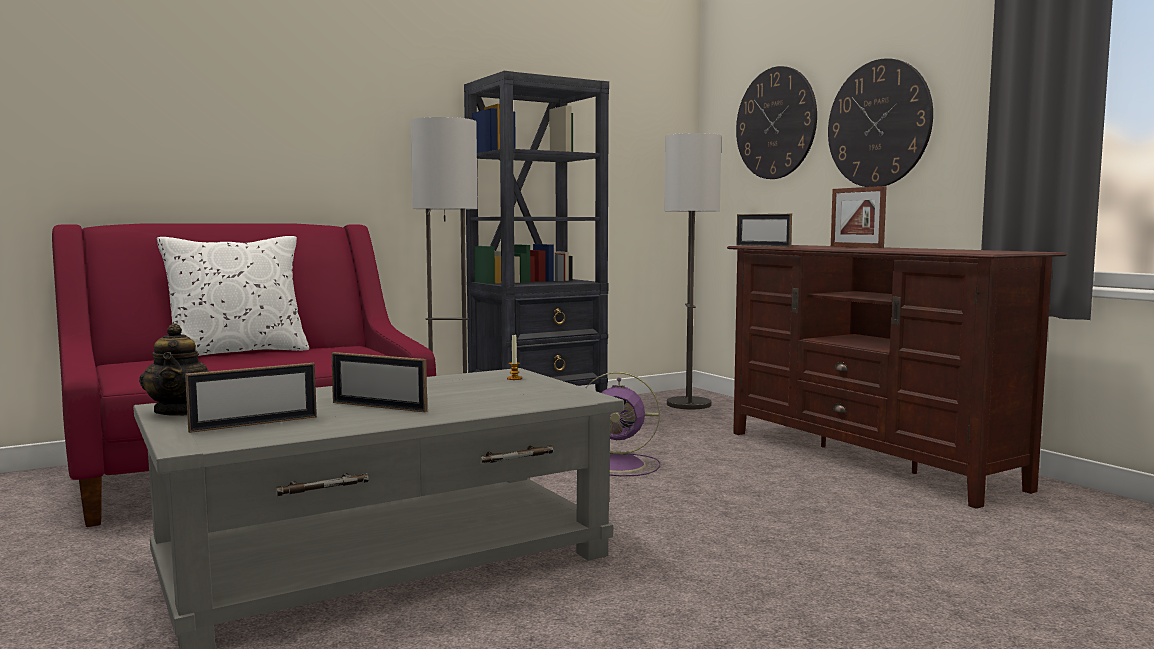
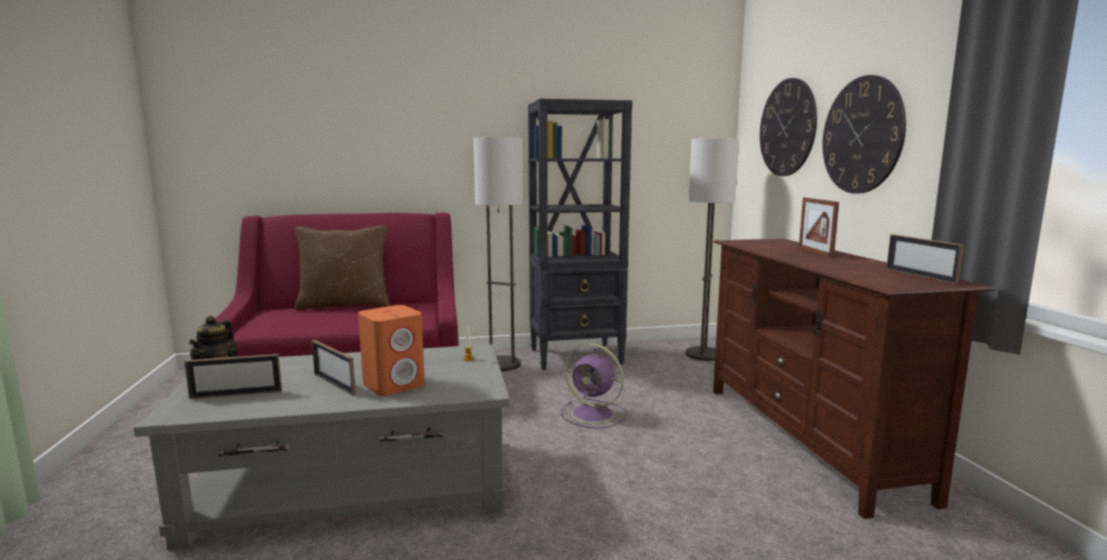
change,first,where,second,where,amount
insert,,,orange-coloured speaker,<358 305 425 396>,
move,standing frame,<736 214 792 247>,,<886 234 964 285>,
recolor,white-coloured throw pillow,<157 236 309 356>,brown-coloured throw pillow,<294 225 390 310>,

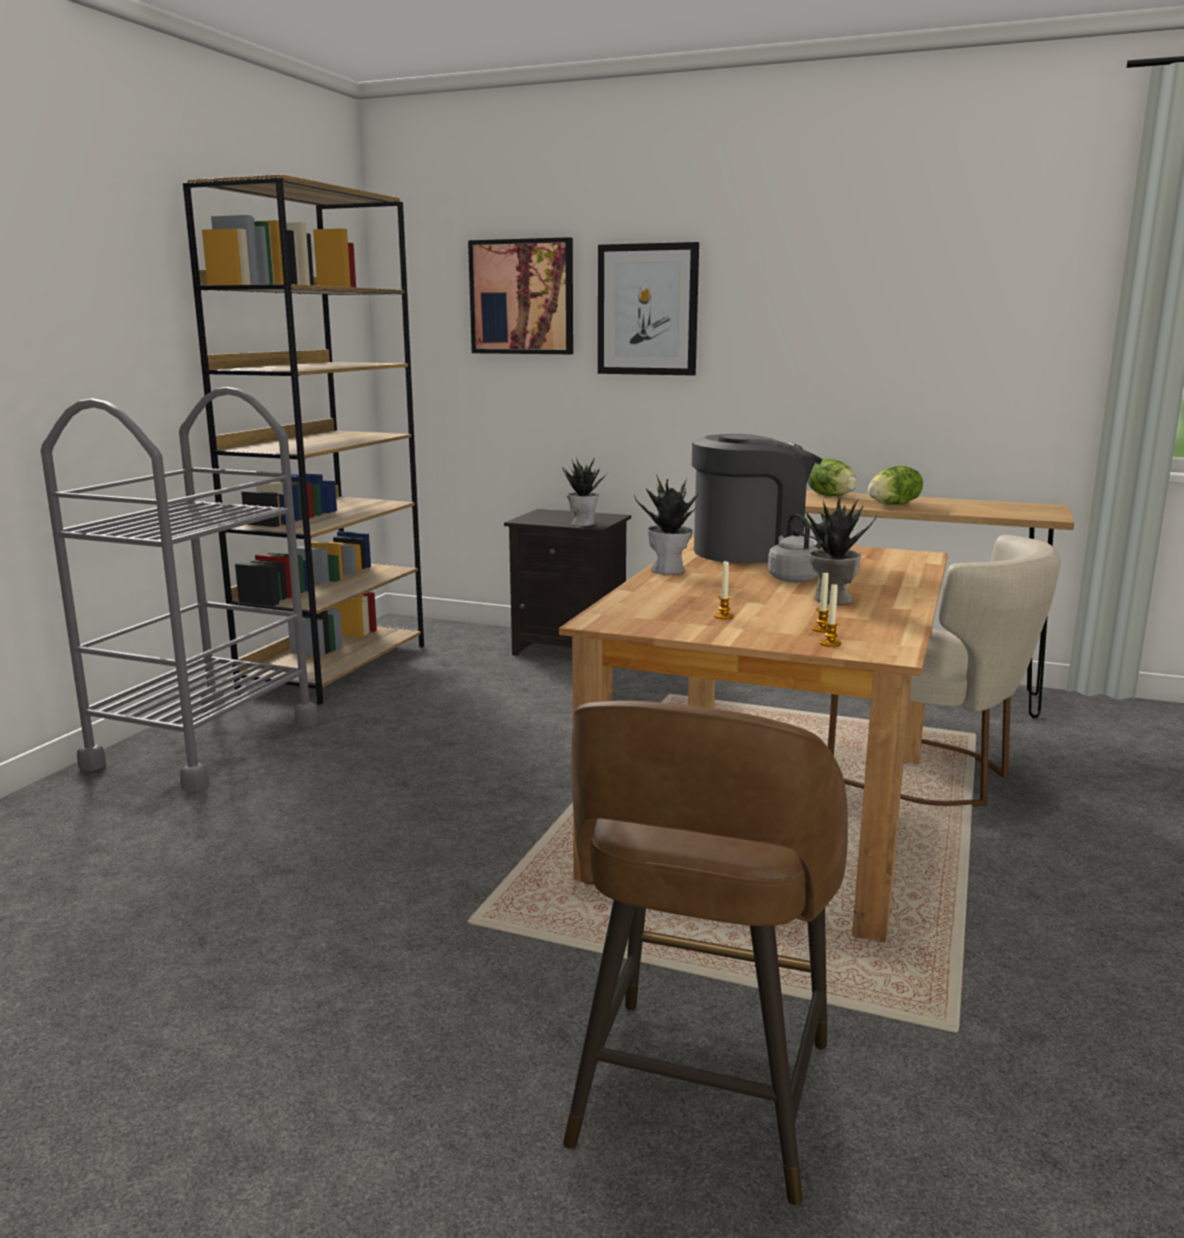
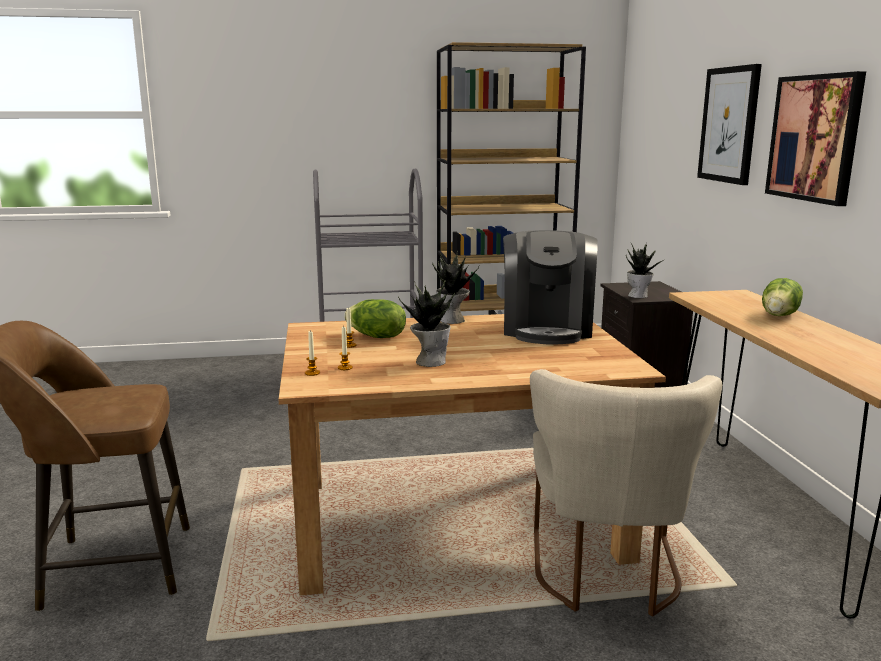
change,first,where,second,where,amount
delete,greyish water kettle,<768 514 819 582>,,,
move,picture,<468 237 573 354>,,<765 71 866 206>,
move,head of lettuce,<868 466 923 505>,,<344 299 406 338>,
rotate,coffee machine,<692 434 822 563>,,<503 230 598 344>,45 degrees clockwise

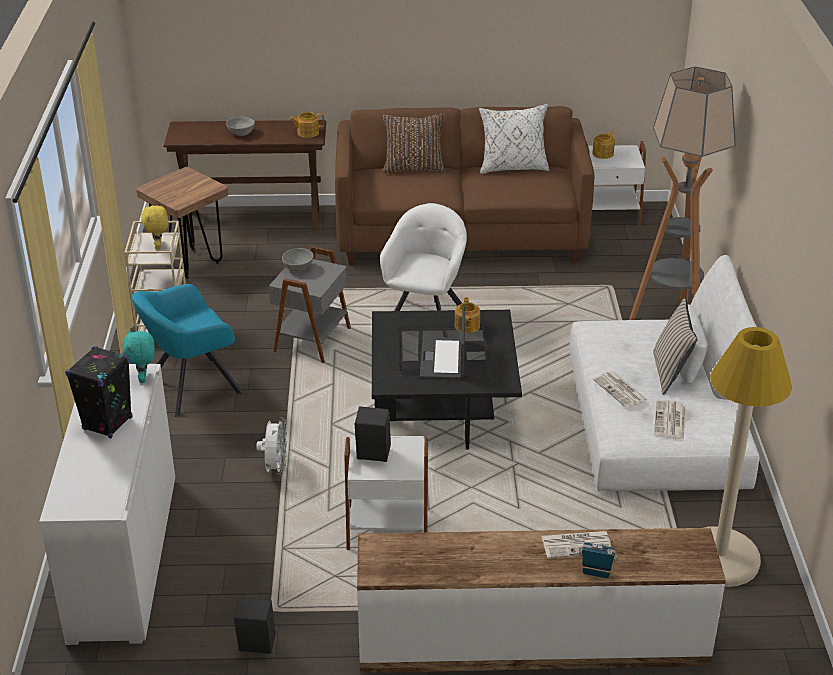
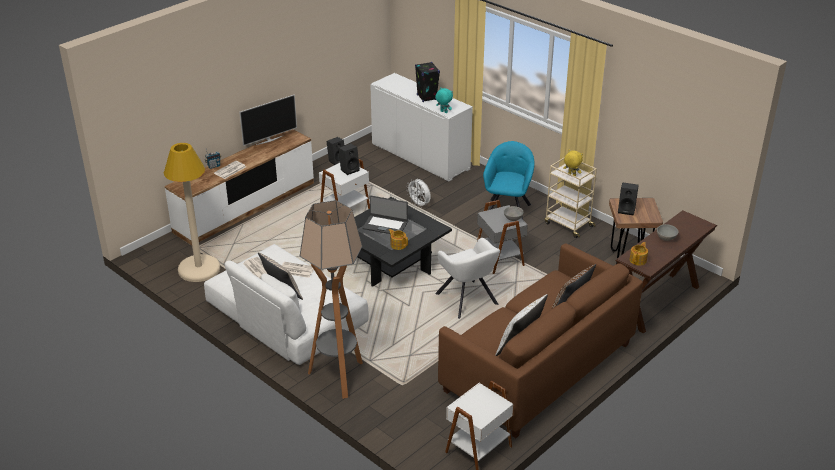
change,first,where,second,where,amount
delete,tea pot,<592 131 615 159>,,,
insert,,,television,<239 94 297 146>,
insert,,,black speaker,<618 182 639 215>,
rotate,laptop,<420 305 465 379>,,<362 195 408 234>,150 degrees clockwise

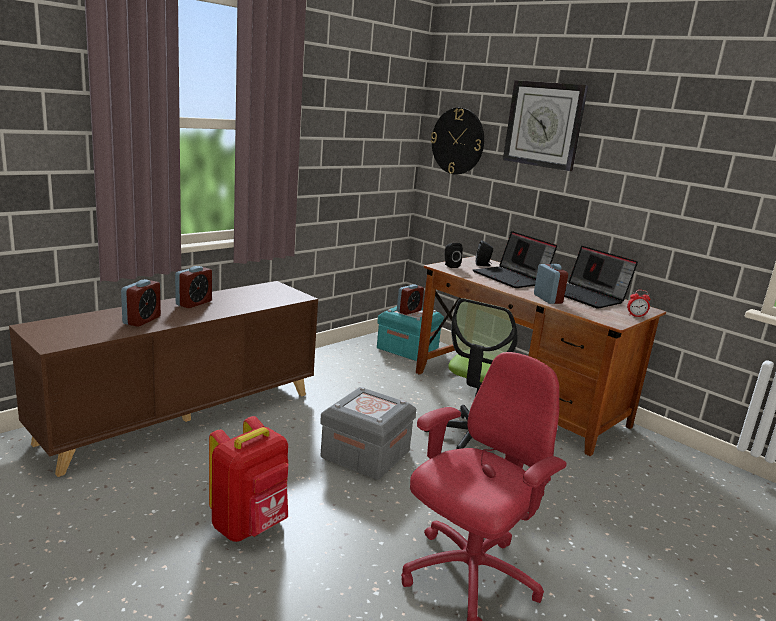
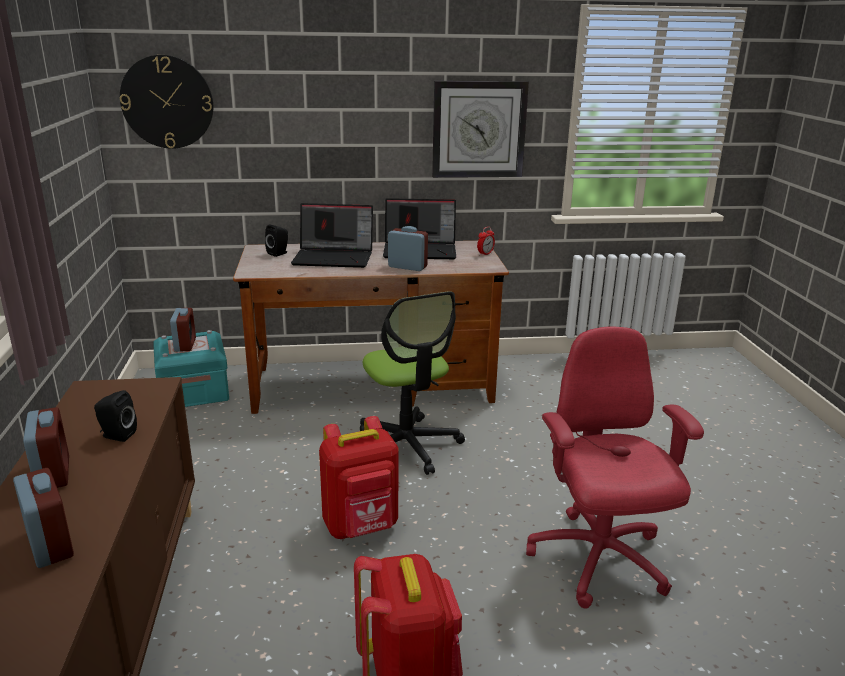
change,first,where,second,where,amount
move,black speaker,<445 243 463 268>,,<94 390 137 442>,
move,wall clock,<503 80 588 171>,,<432 81 529 178>,
replace,greyish storage container,<320 387 416 480>,red knapsack,<319 416 398 539>,

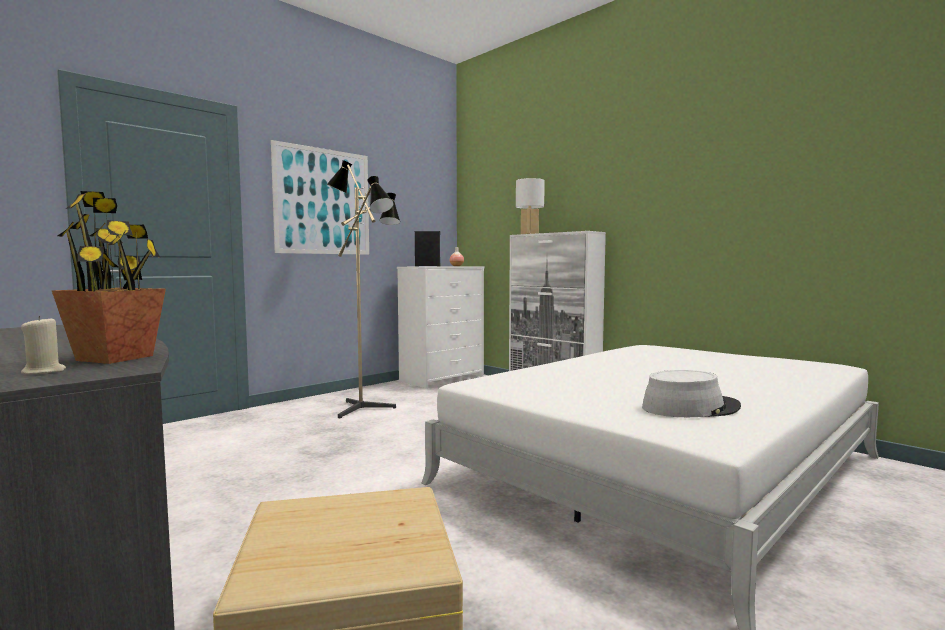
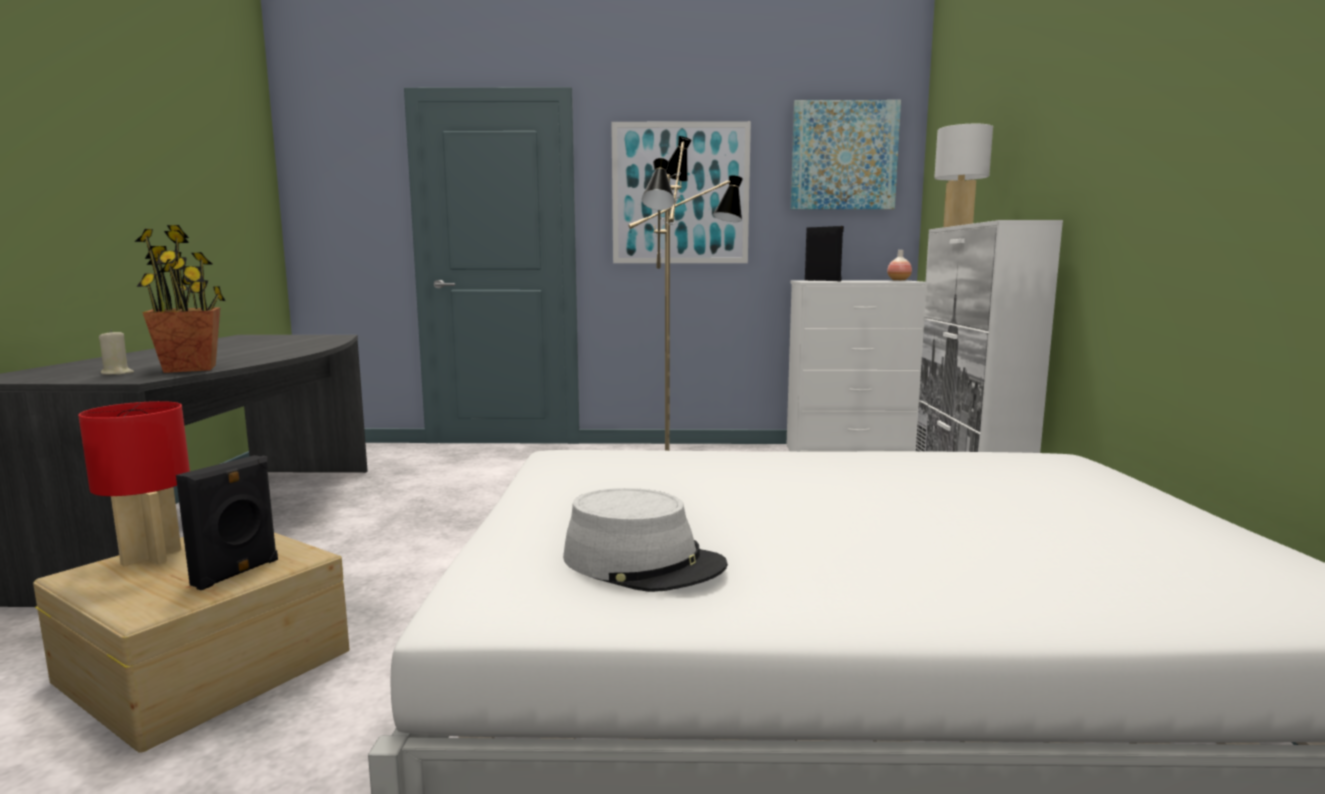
change,first,where,second,where,amount
insert,,,red lamp for a table,<78 401 190 566>,
insert,,,black speaker,<176 455 278 590>,
insert,,,picture,<791 100 901 210>,

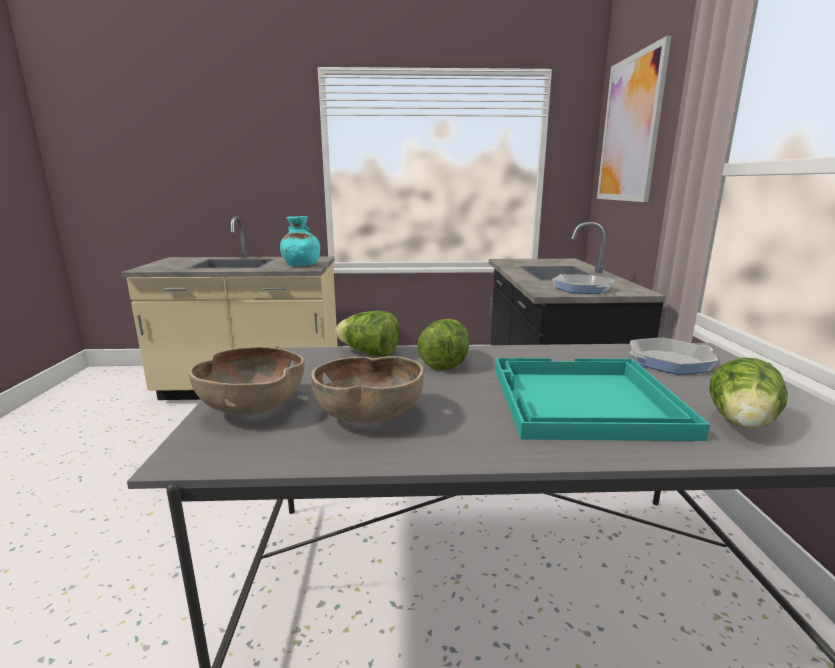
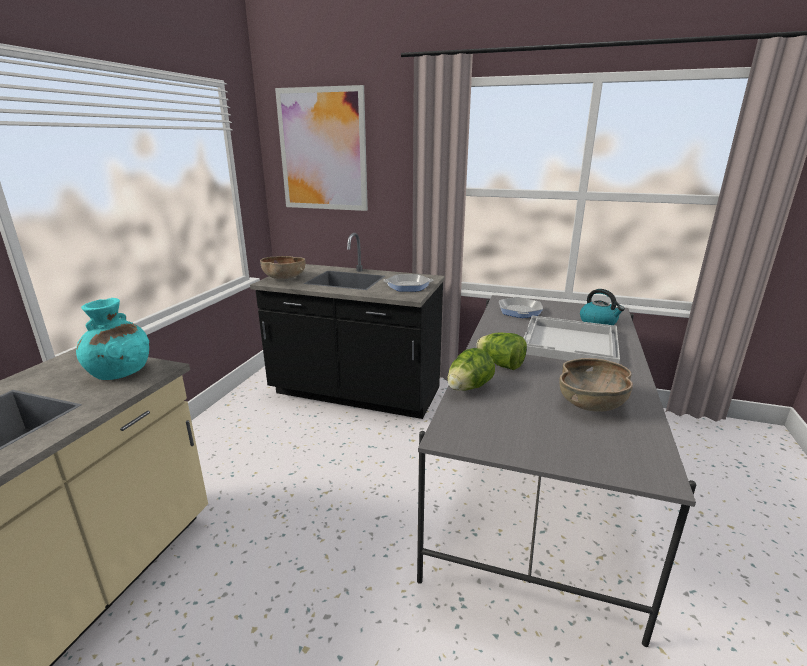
change,first,where,second,where,amount
move,brown-coloured bowl,<189 346 305 415>,,<260 256 306 279>,
replace,head of lettuce,<709 358 788 429>,water kettle,<580 289 625 325>,
recolor,turquoise tray,<495 358 710 441>,white-coloured tray,<524 316 620 364>,

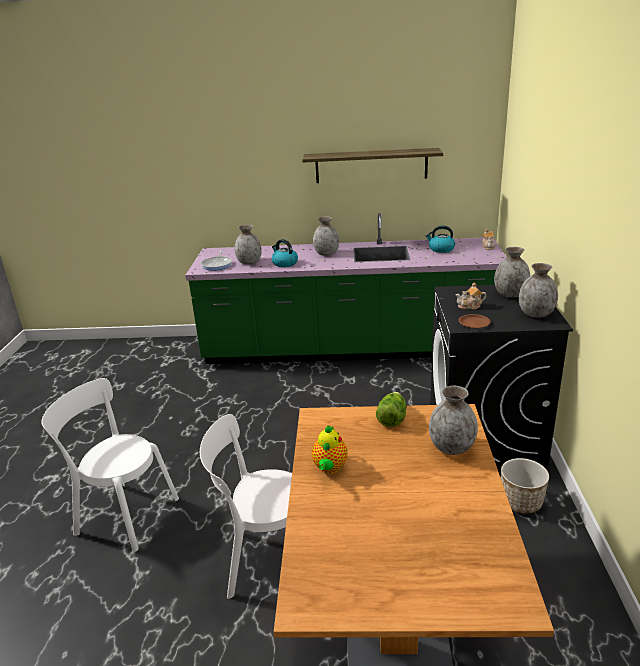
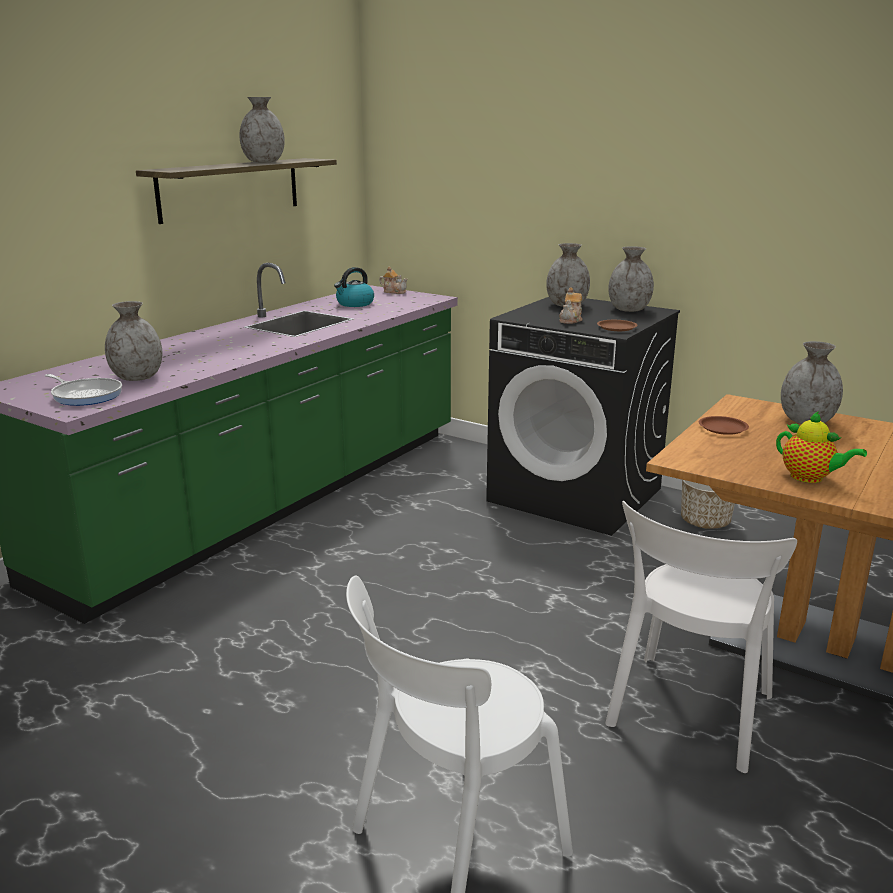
change,first,where,second,where,amount
delete,water kettle,<272 239 298 267>,,,
move,greyish flower vase,<313 217 339 256>,,<239 97 285 163>,
replace,head of lettuce,<376 392 406 427>,brown-coloured flat dish,<699 416 749 435>,

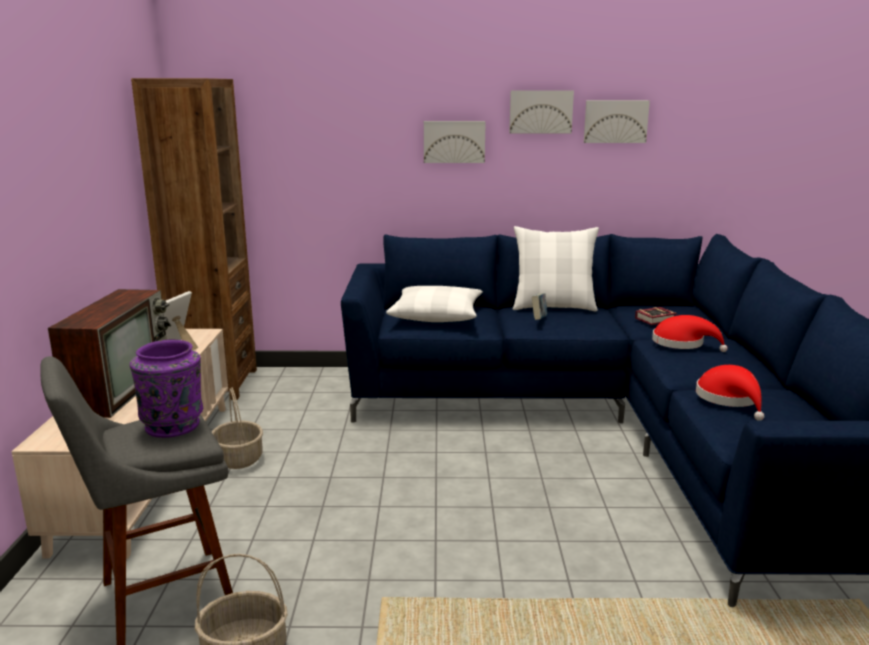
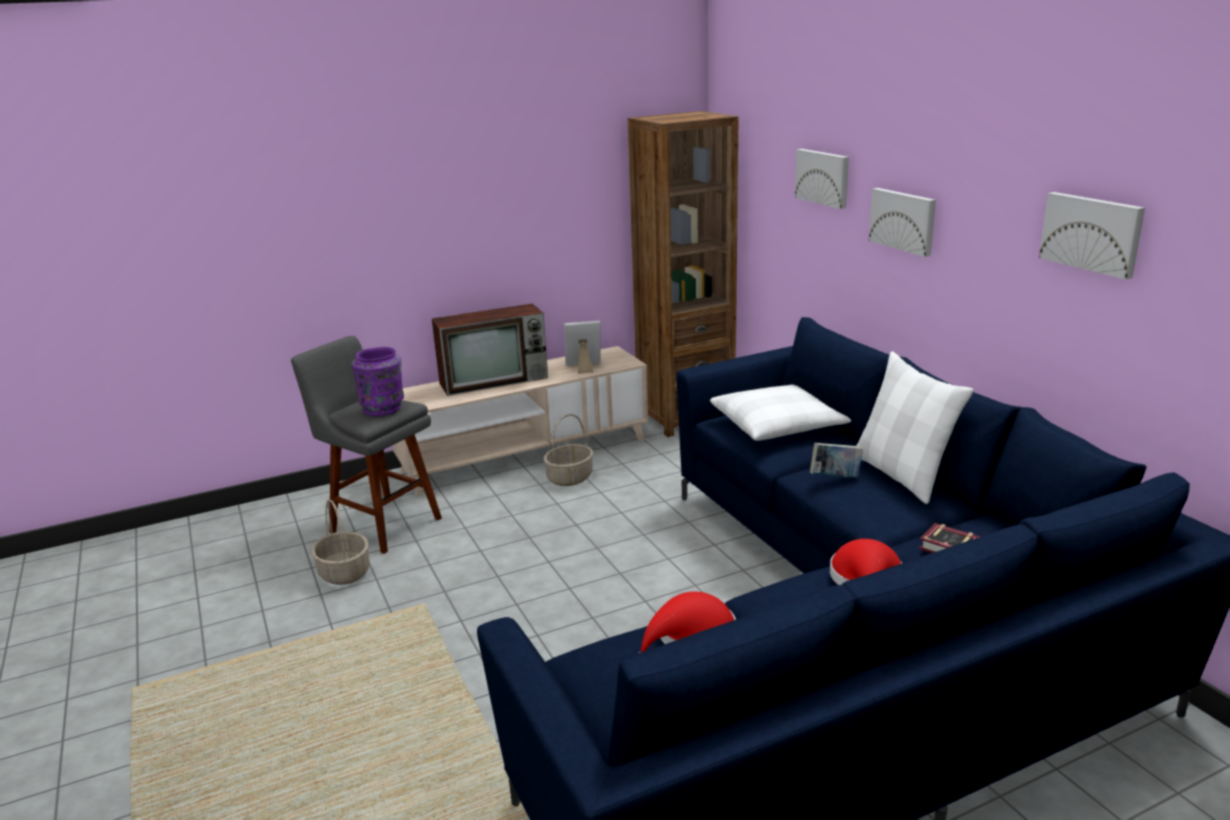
change,first,where,second,where,amount
move,picture,<509 90 574 133>,,<795 149 849 209>,

